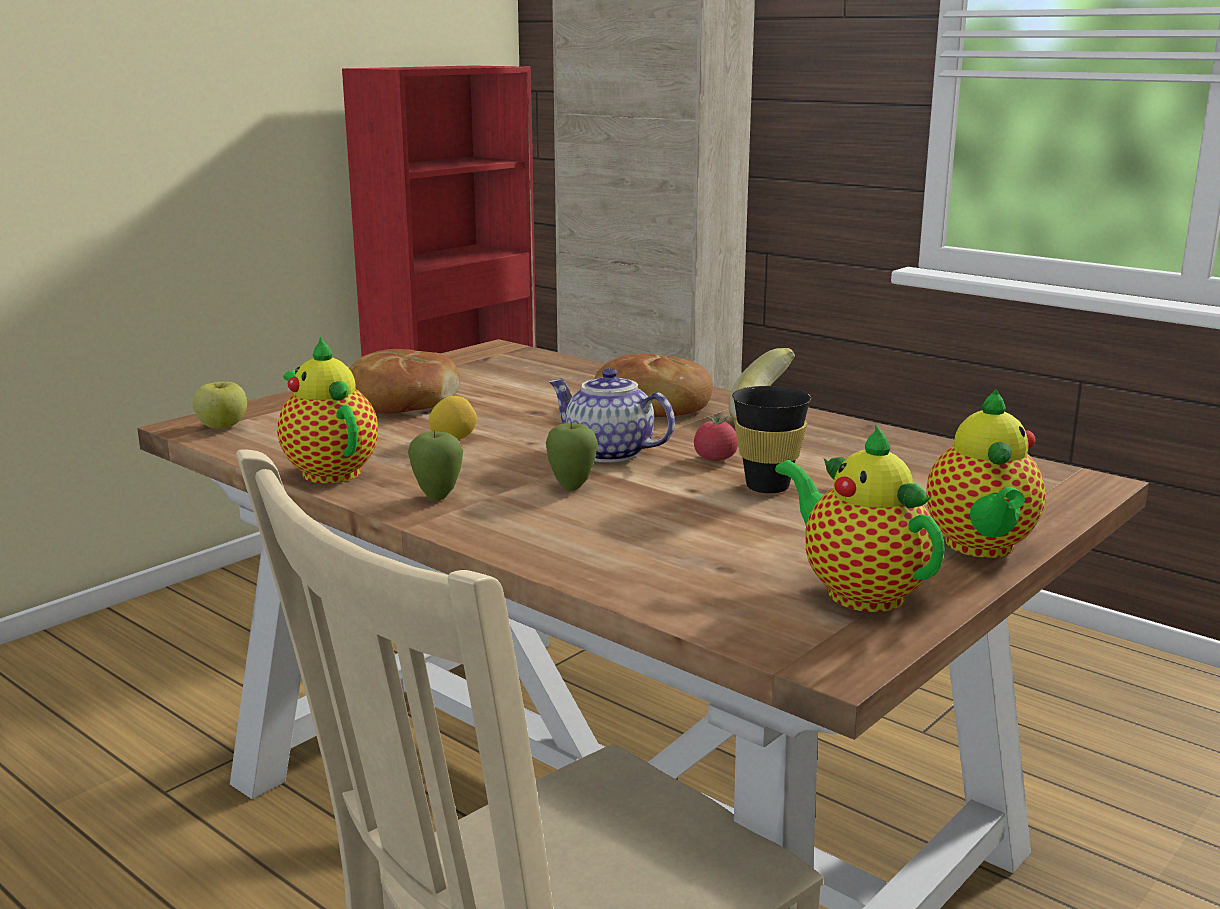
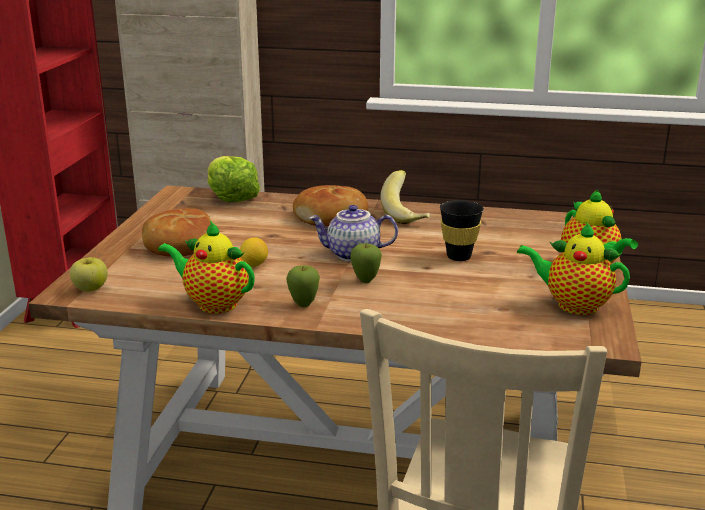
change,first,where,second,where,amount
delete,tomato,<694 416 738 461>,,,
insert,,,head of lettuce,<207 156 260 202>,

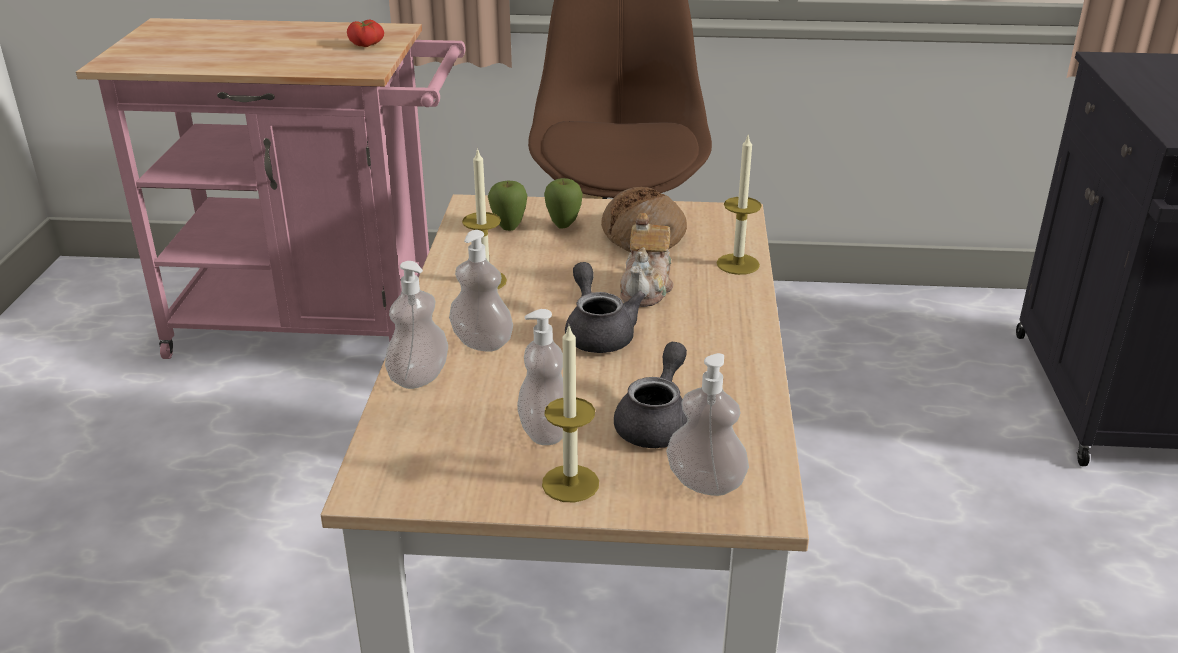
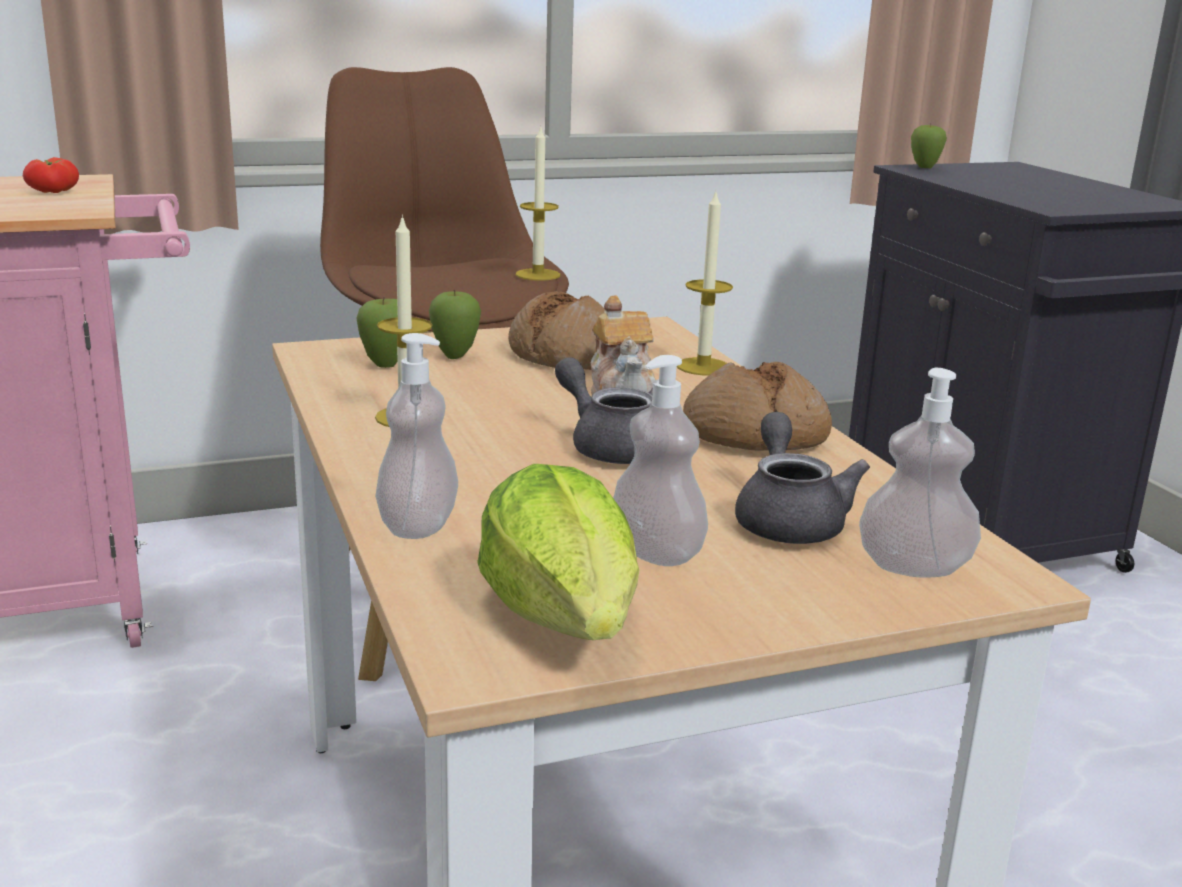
change,first,where,second,where,amount
delete,soap bottle,<449 230 513 352>,,,
insert,,,head of lettuce,<477 464 639 640>,
insert,,,bread,<683 362 832 451>,
insert,,,apple,<911 124 947 169>,
move,wax light,<542 324 599 503>,,<516 125 560 281>,

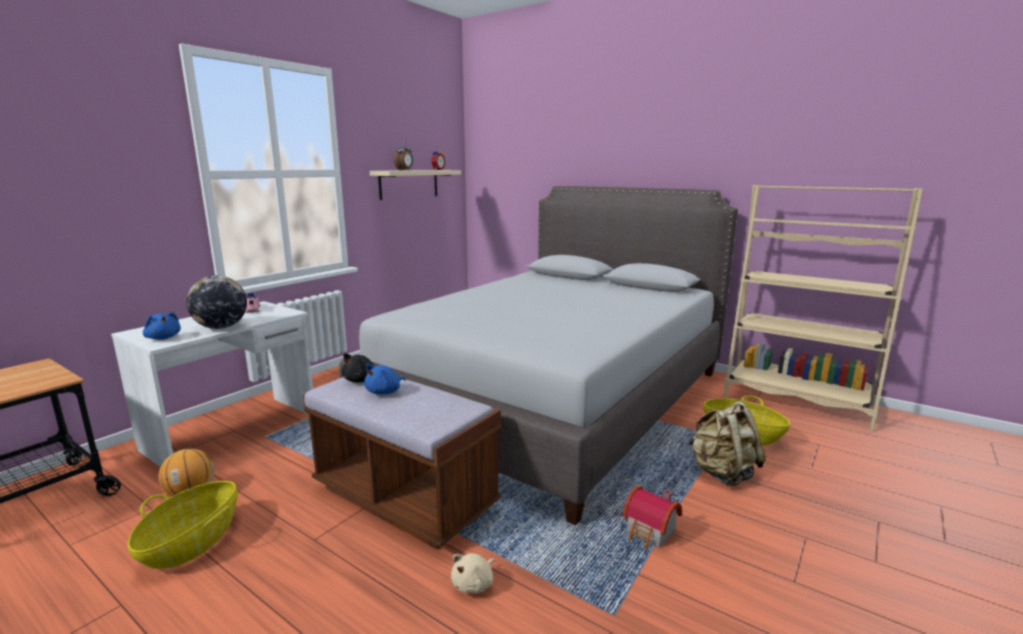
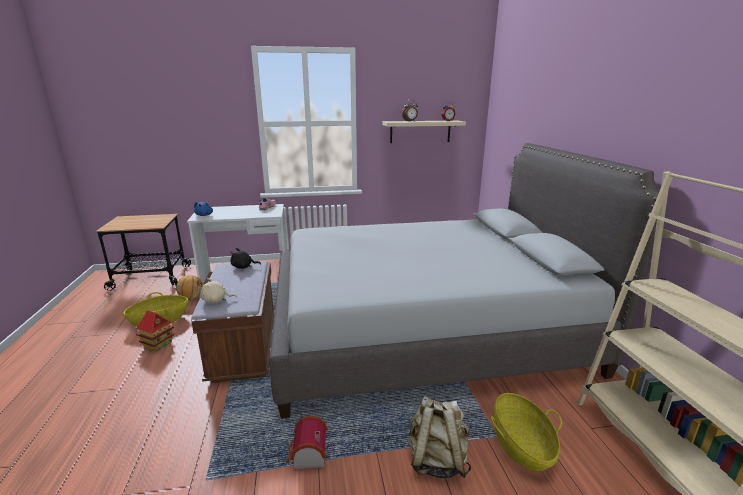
change,first,where,second,where,amount
delete,world globe,<186 276 247 329>,,,
delete,blue-coloured soft toy,<364 364 406 395>,,,
insert,,,miniature house,<136 311 174 352>,
move,beige soft toy,<451 553 496 594>,,<200 278 237 303>,

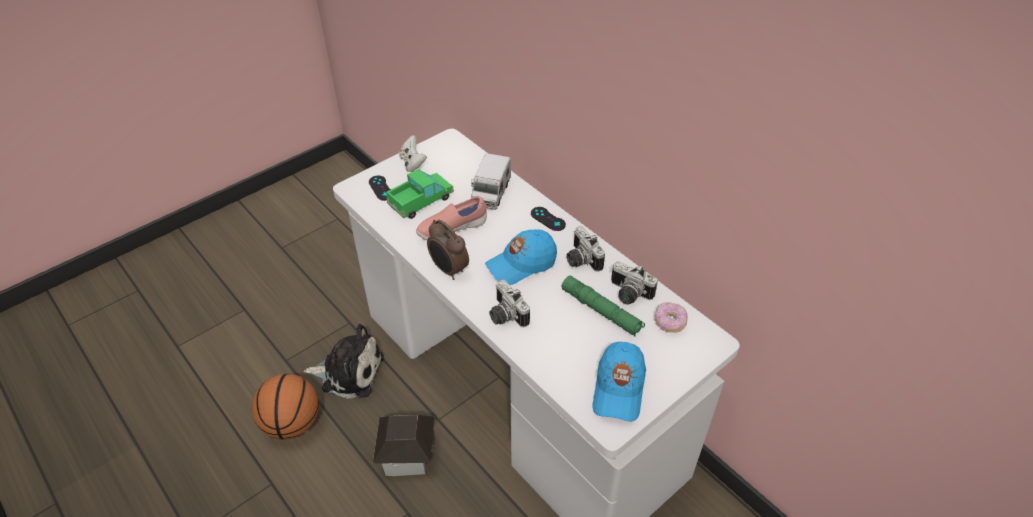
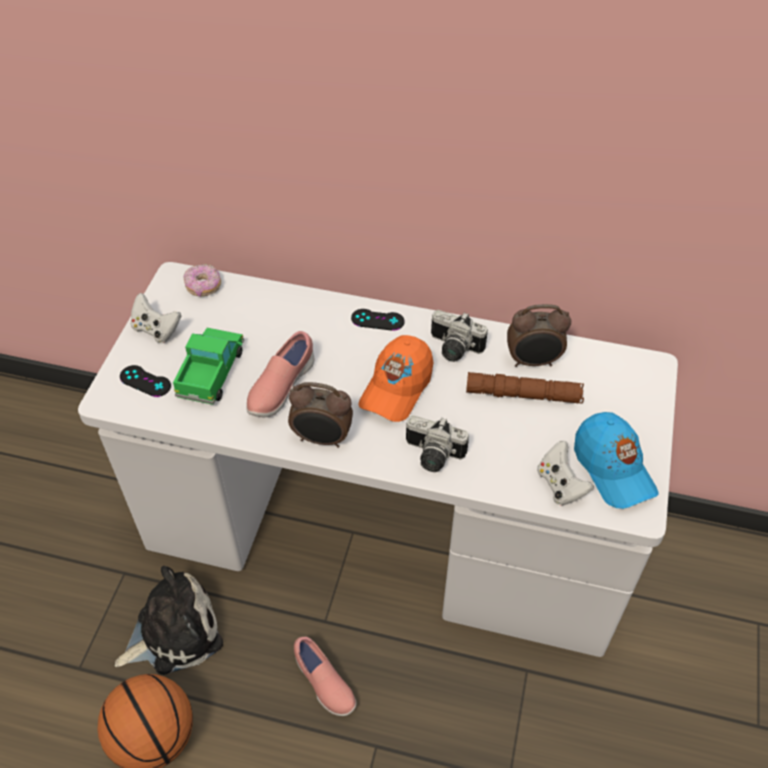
change,first,where,second,where,amount
delete,toy lorry,<471 153 511 210>,,,
insert,,,white-coloured game controller,<537 441 594 506>,
move,doughnut,<655 302 688 333>,,<183 264 221 297>,
replace,miniature house,<373 415 435 476>,pinkish shoe,<294 637 356 716>,
replace,photo camera,<611 261 658 305>,table clock,<507 304 571 367>,
recolor,blue-coloured peaked cap,<485 229 557 285>,orange-coloured peaked cap,<358 335 434 422>,
recolor,green flashlight,<562 276 645 336>,brown-coloured flashlight,<466 372 584 404>,

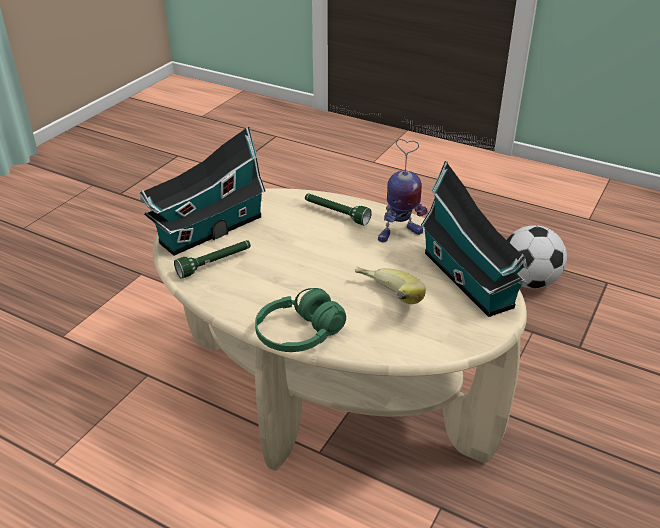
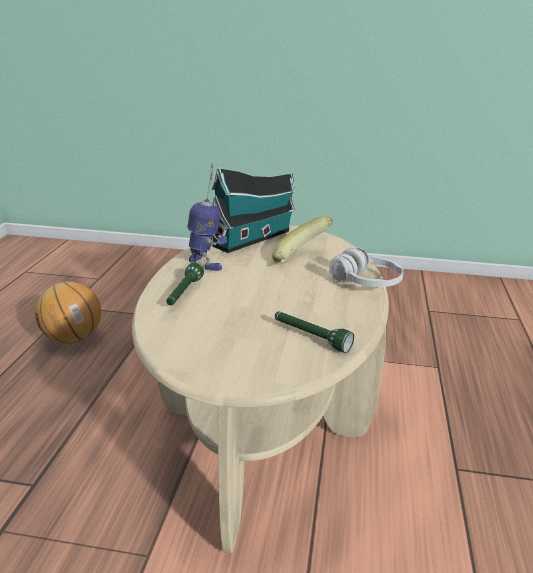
change,first,where,second,where,amount
delete,miniature house,<140 126 266 256>,,,
replace,football,<507 225 567 289>,basketball,<35 281 101 344>,
recolor,green headset,<255 288 346 352>,white-coloured headset,<329 247 404 287>,

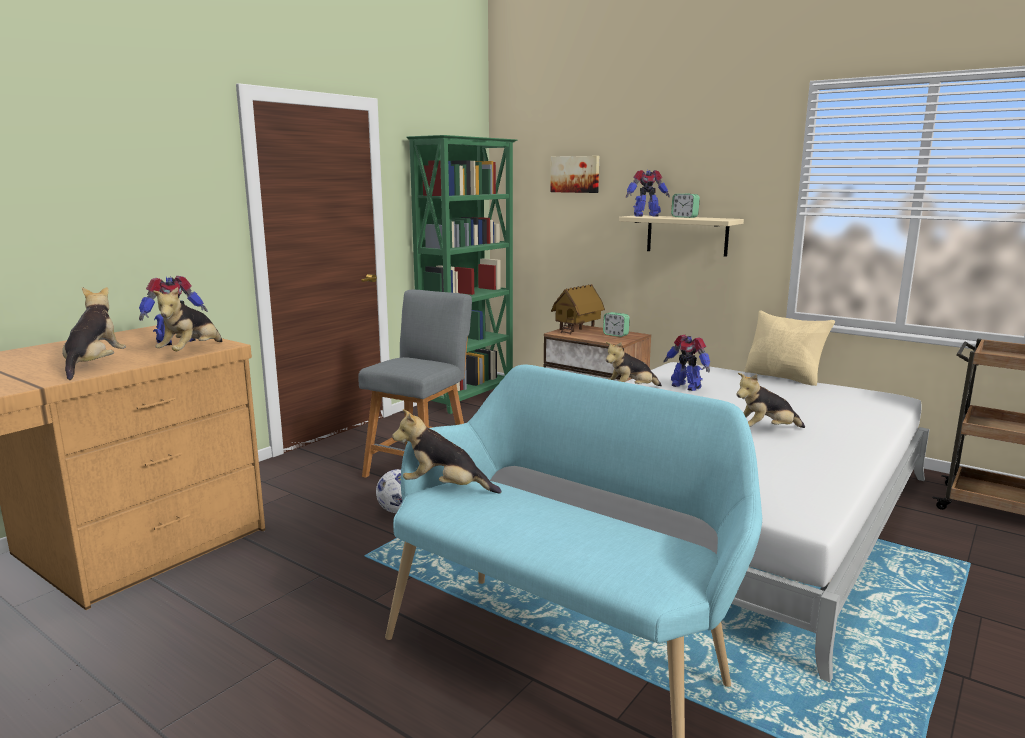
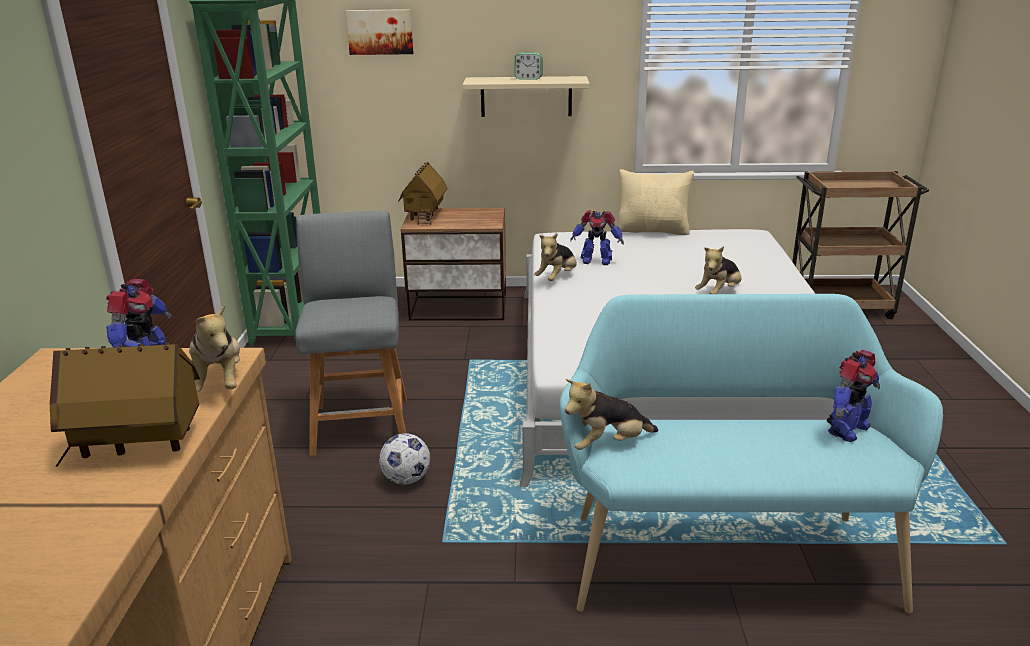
change,first,where,second,where,amount
delete,table clock,<603 312 630 337>,,,
move,model robot,<626 170 670 217>,,<827 350 880 442>,
replace,soft toy,<62 287 126 380>,miniature house,<50 342 200 467>,

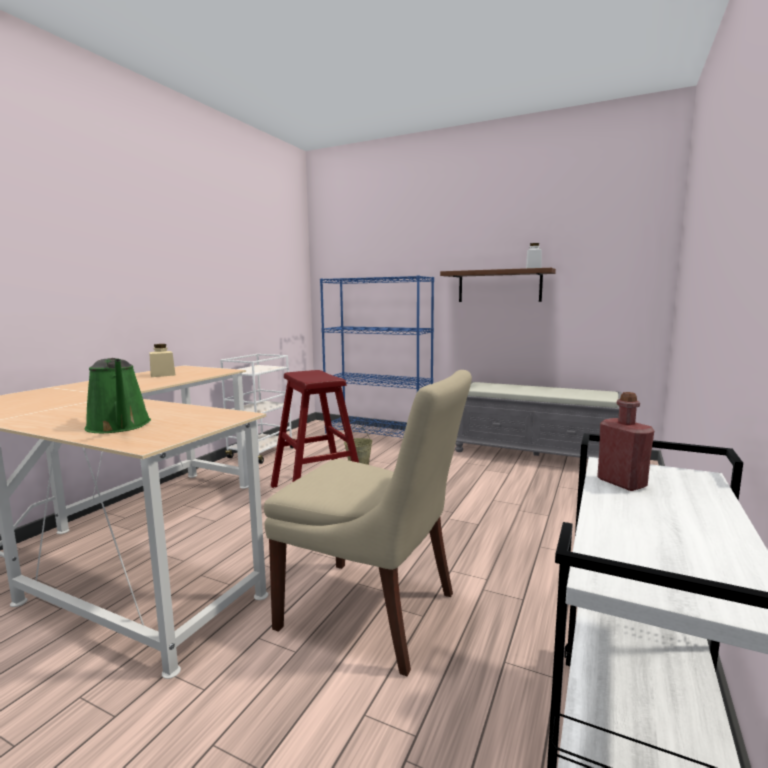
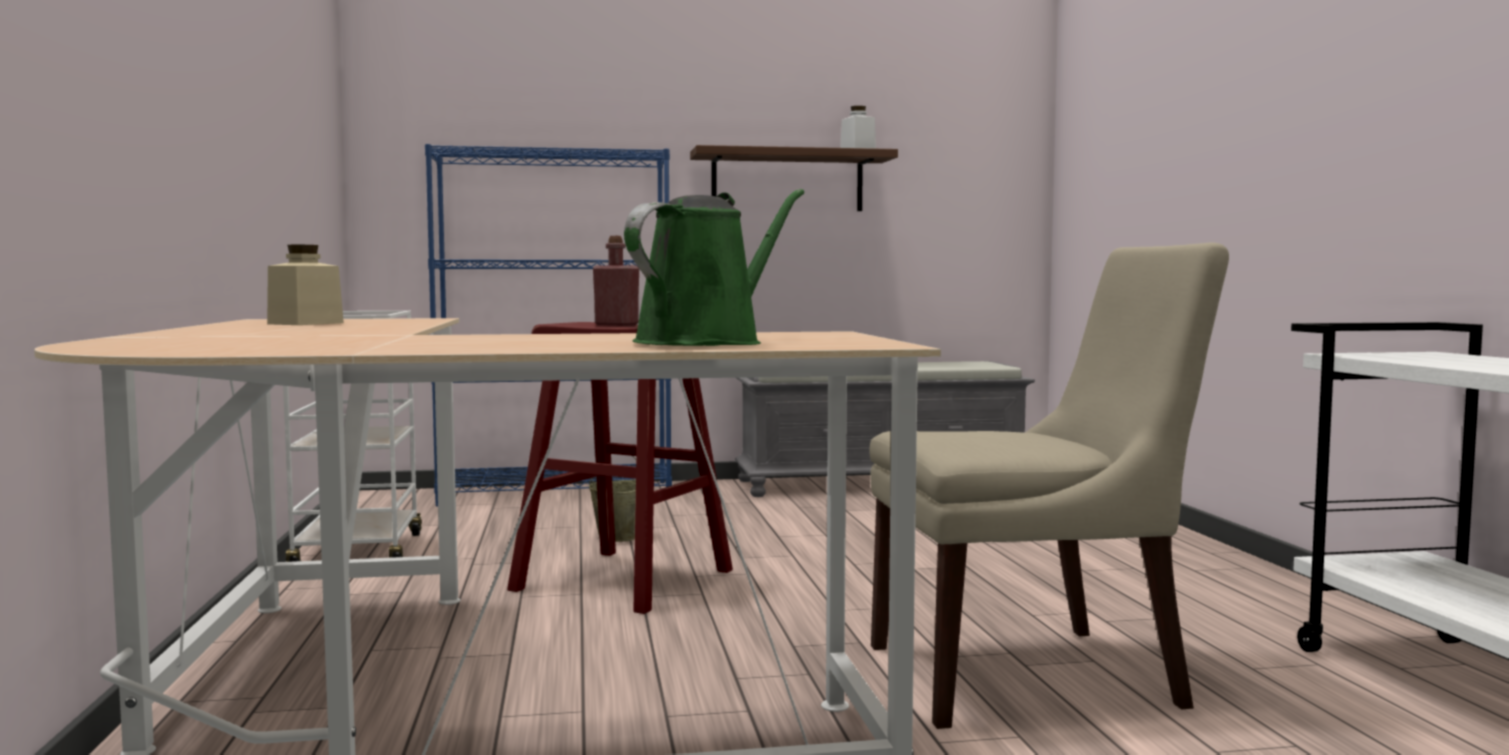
change,first,where,second,where,amount
move,red drink bottle,<597 392 654 491>,,<593 236 639 326>,
rotate,green watering pot,<85 358 151 433>,,<624 189 804 346>,75 degrees counterclockwise

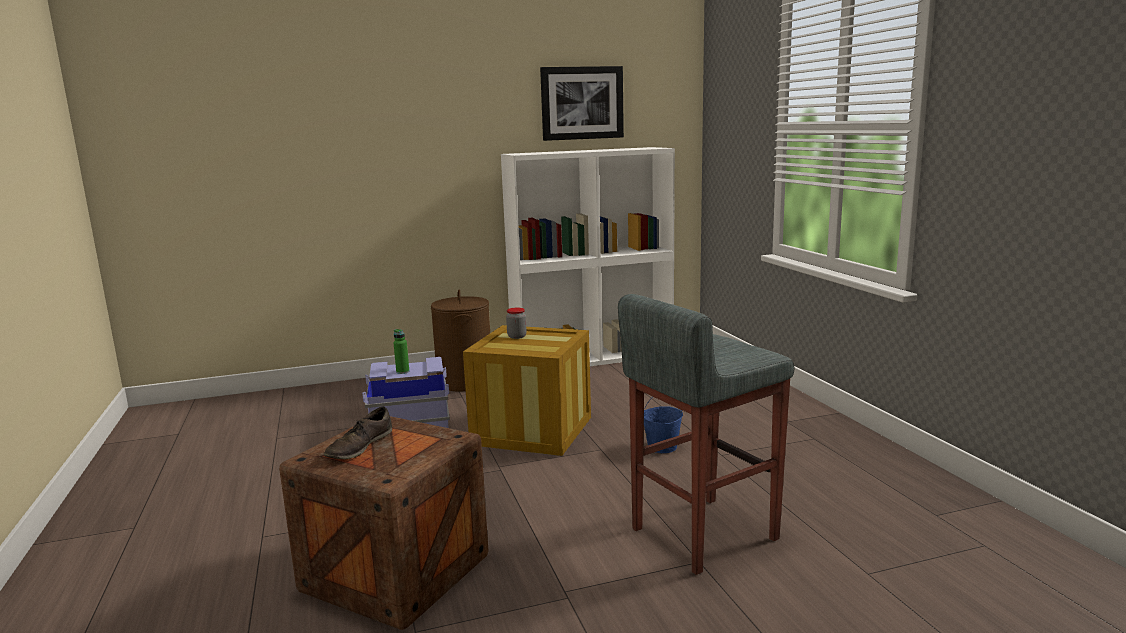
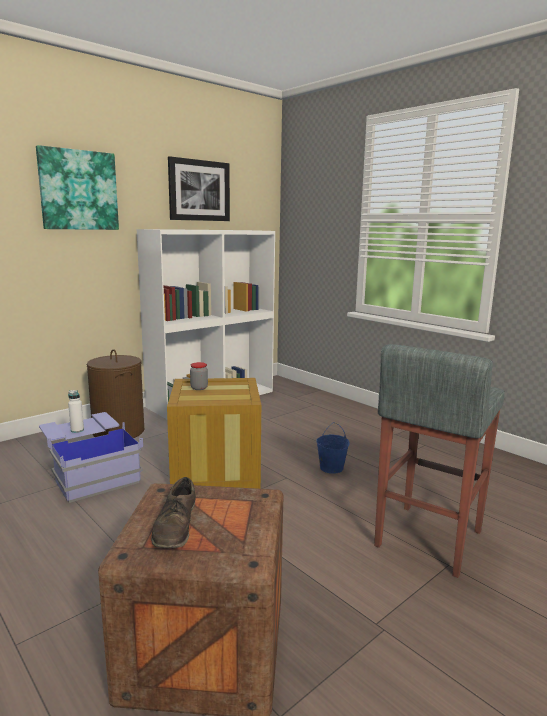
change,first,where,second,where,amount
insert,,,picture,<36 145 119 230>,
recolor,green drink bottle,<394 329 409 374>,white-coloured drink bottle,<68 390 84 433>,

